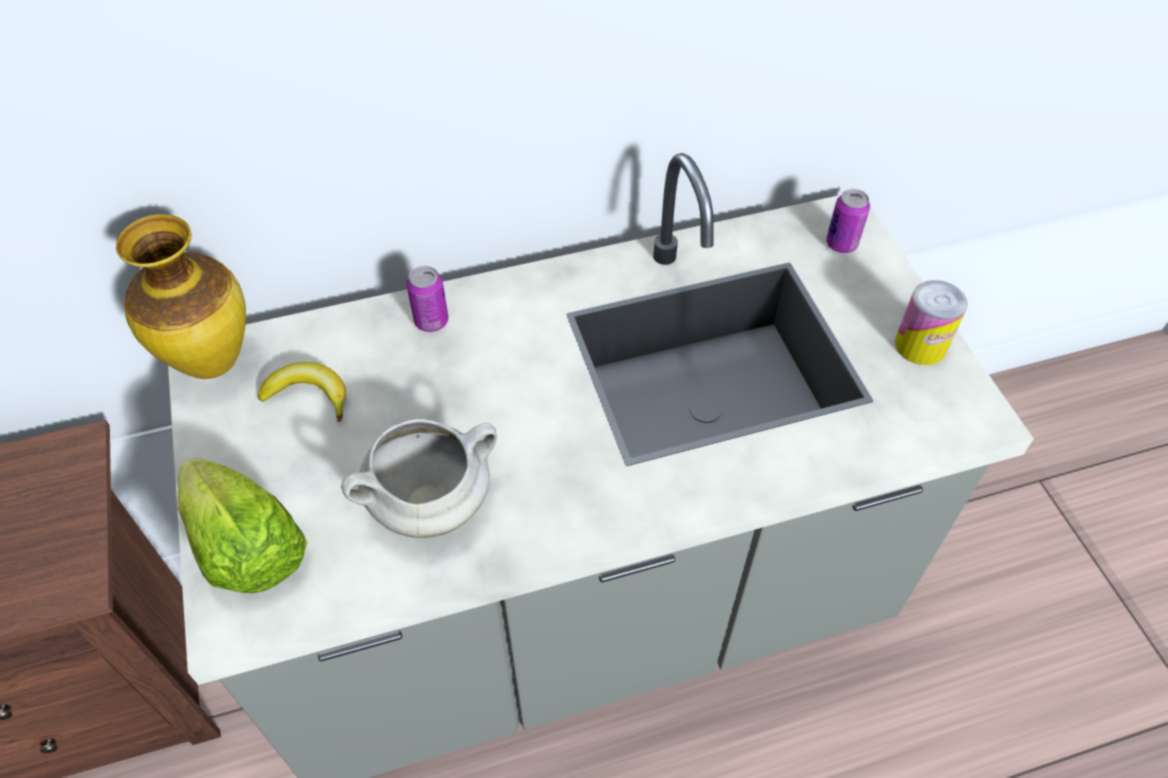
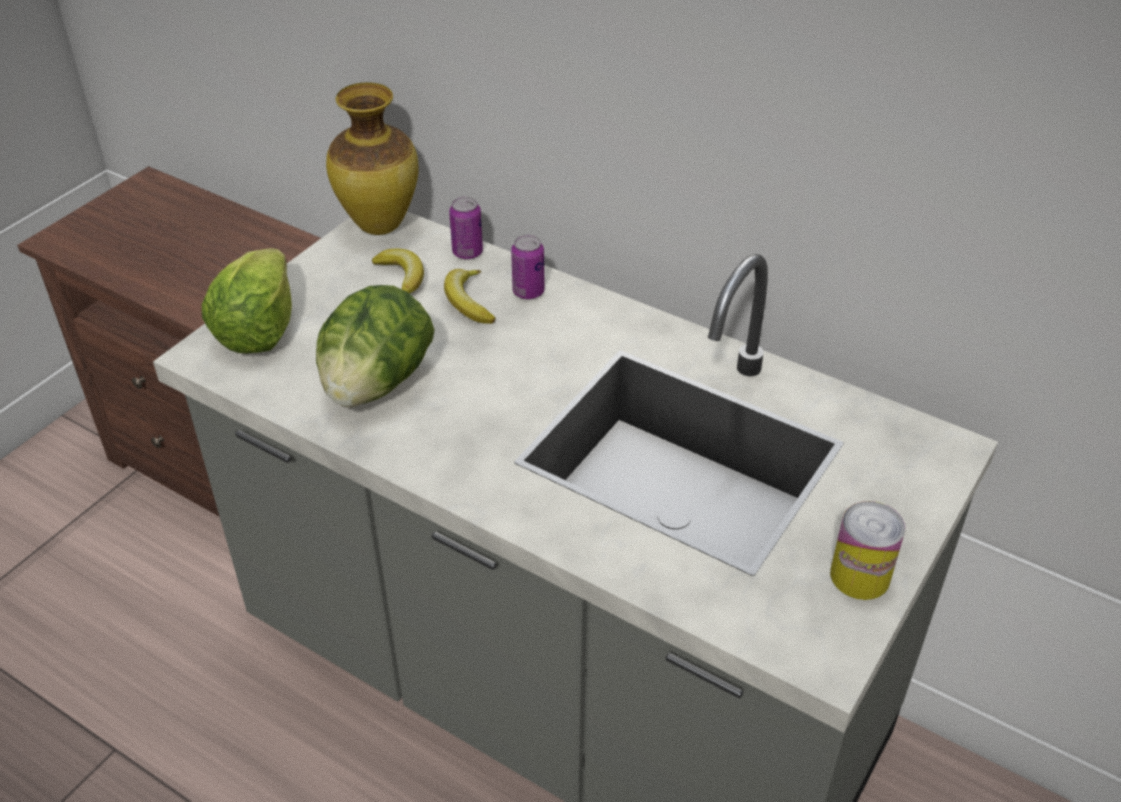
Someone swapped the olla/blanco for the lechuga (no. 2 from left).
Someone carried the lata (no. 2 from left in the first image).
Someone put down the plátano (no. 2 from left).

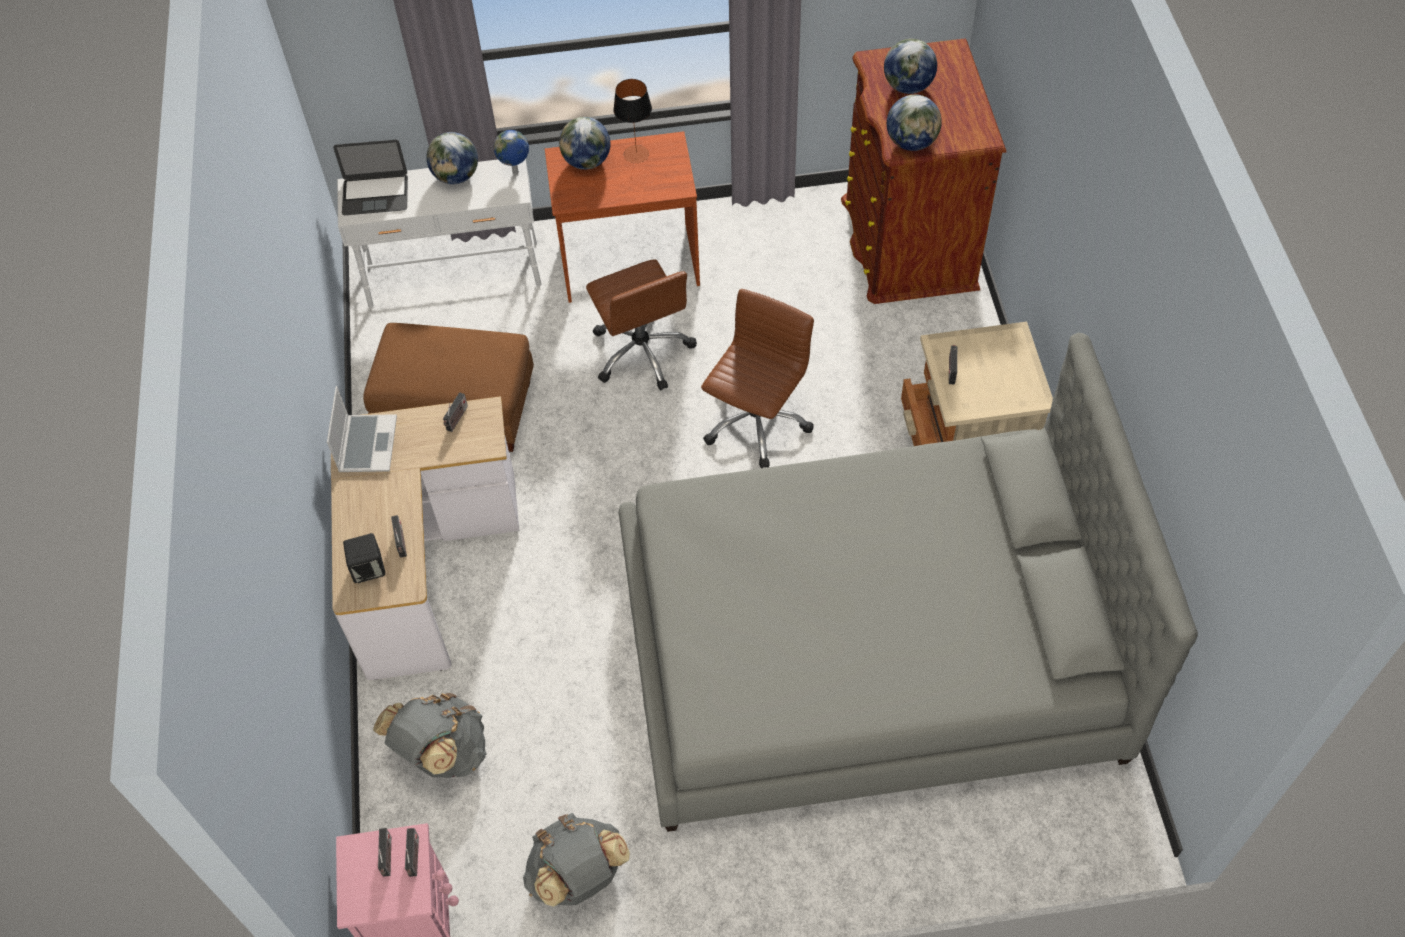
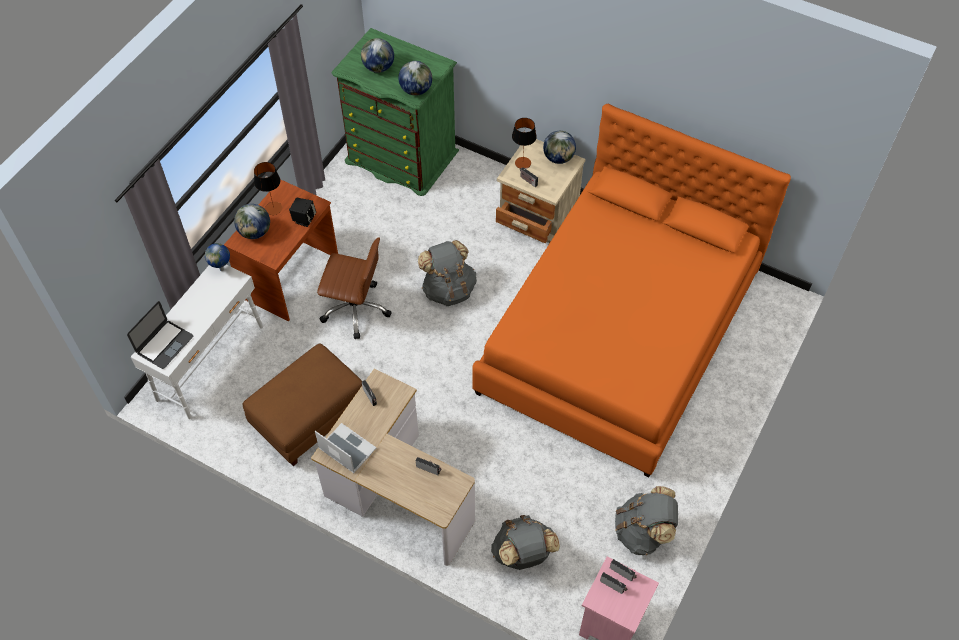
Someone carried the altavoz/negro.
Someone carried the globo terráqueo (no. 1 from left in the first image).
Someone repainted the cama/gris, which became the cama/naranja.
Someone swapped the silla de oficina/marrón (no. 2 from left) for the mochila/gris (no. 1 from left).
Someone repainted the cómoda/marrón, which became the cómoda/verde.
Someone put down the lámpara de mesa (no. 2 from left).

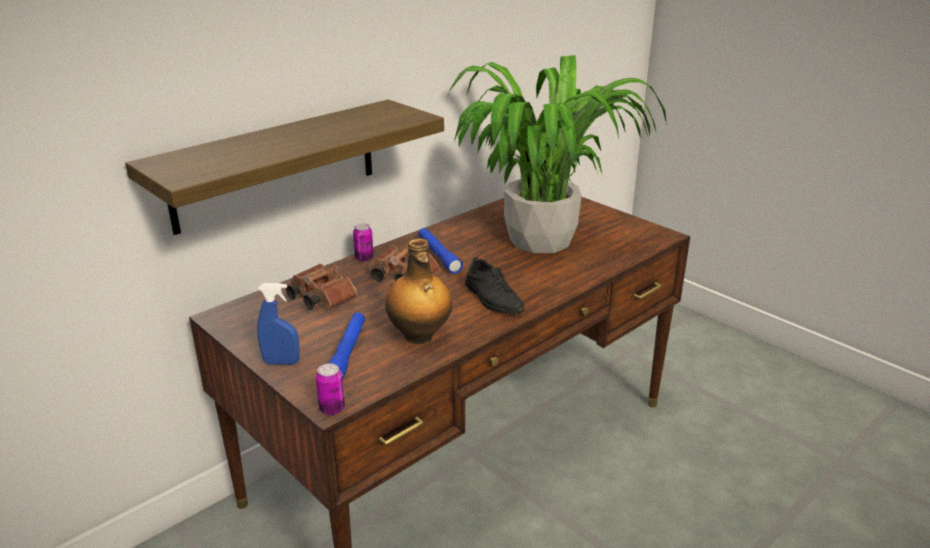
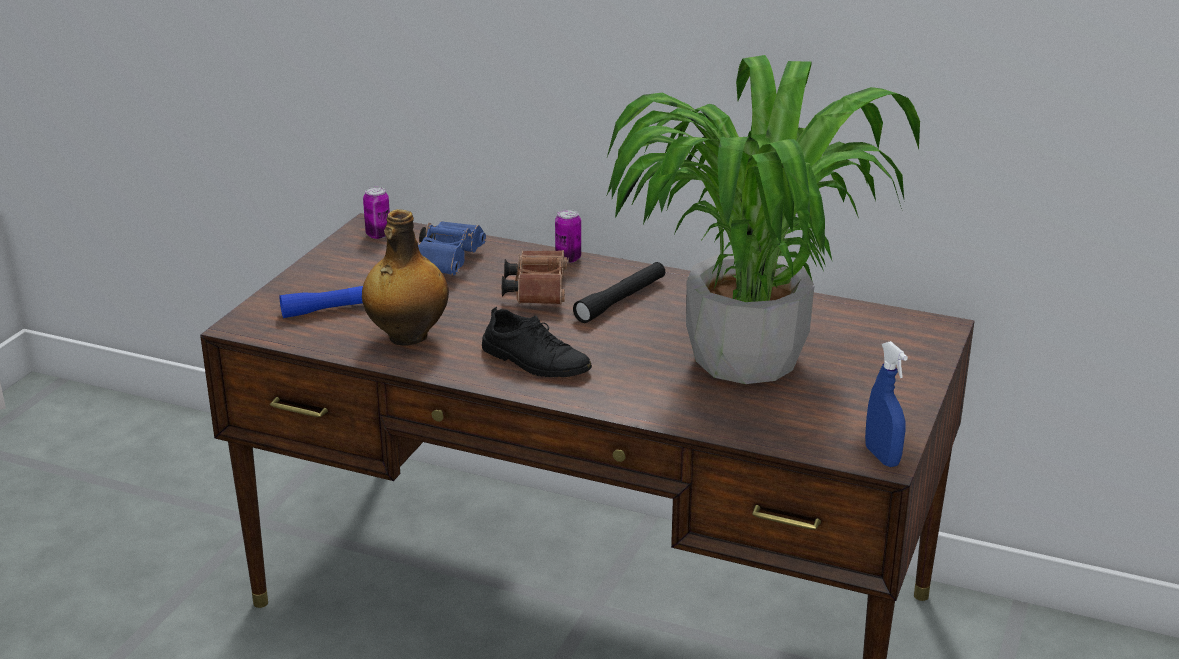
Someone took away the estante.
Someone carried the pulverizador/azul.
Someone repainted the prismáticos/marrón (no. 1 from left), which became the prismáticos/azul.
Someone carried the lata (no. 1 from left).
Someone repainted the linterna/azul (no. 2 from left), which became the linterna/negro.
Someone rotated the zapato/negro by 90 degrees counterclockwise.

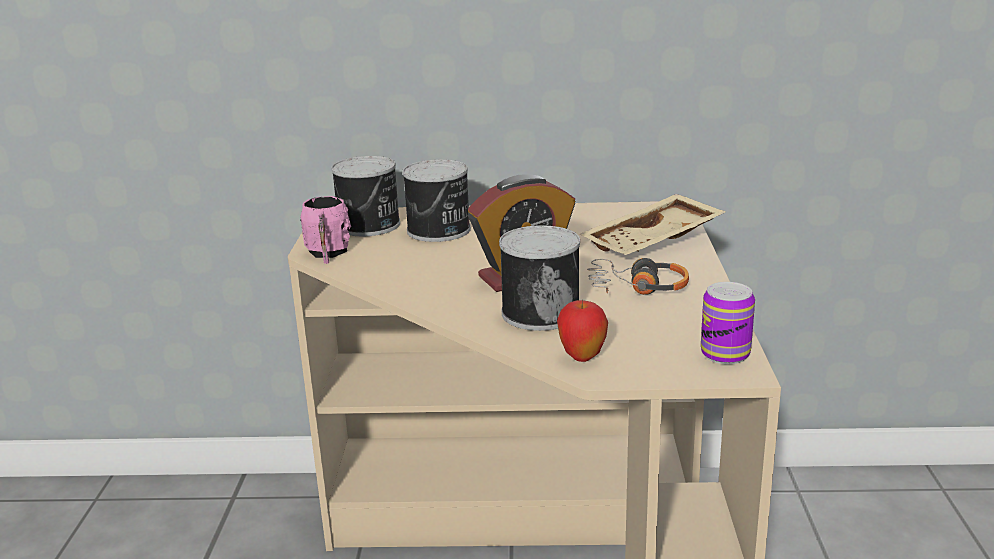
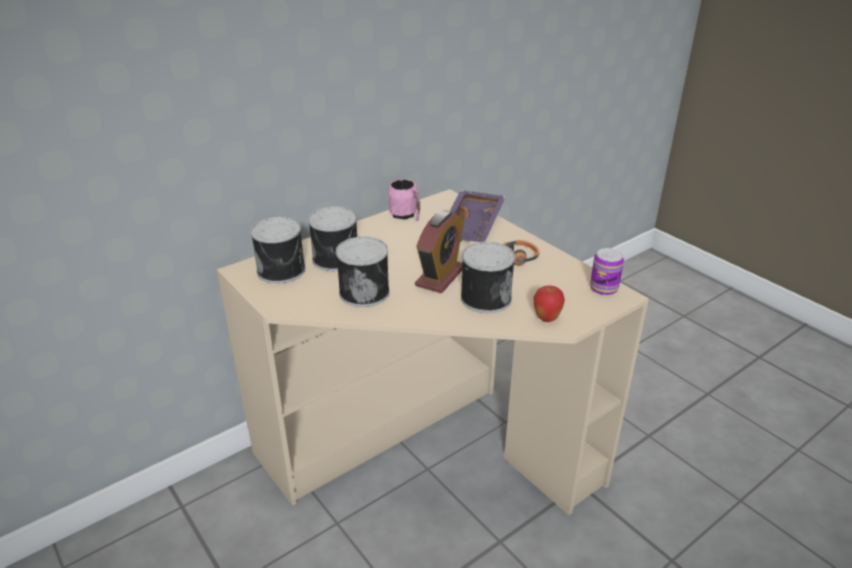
Someone carried the taza grande/rosa.
Someone repainted the bandeja/beis, which became the bandeja/morado.
Someone put down the lata (no. 3 from left).

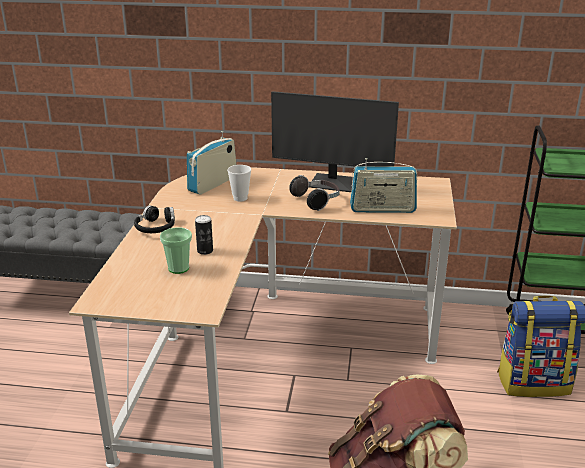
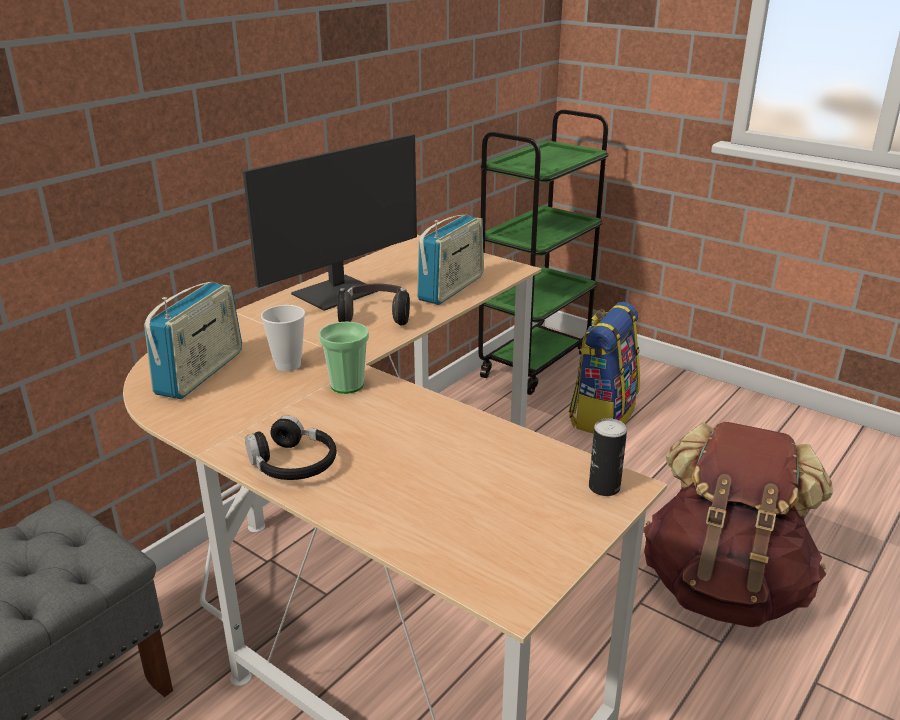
Someone carried the taza (no. 1 from left in the first image).
Someone rotated the radio (no. 1 from left) by 135 degrees counterclockwise.
Someone carried the lata.

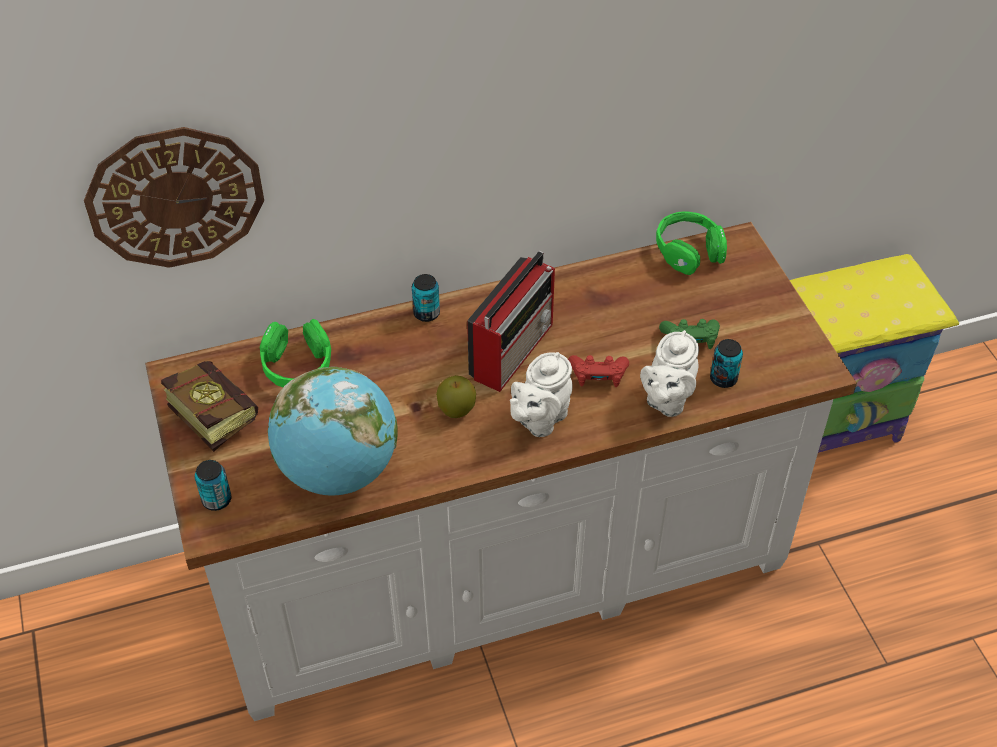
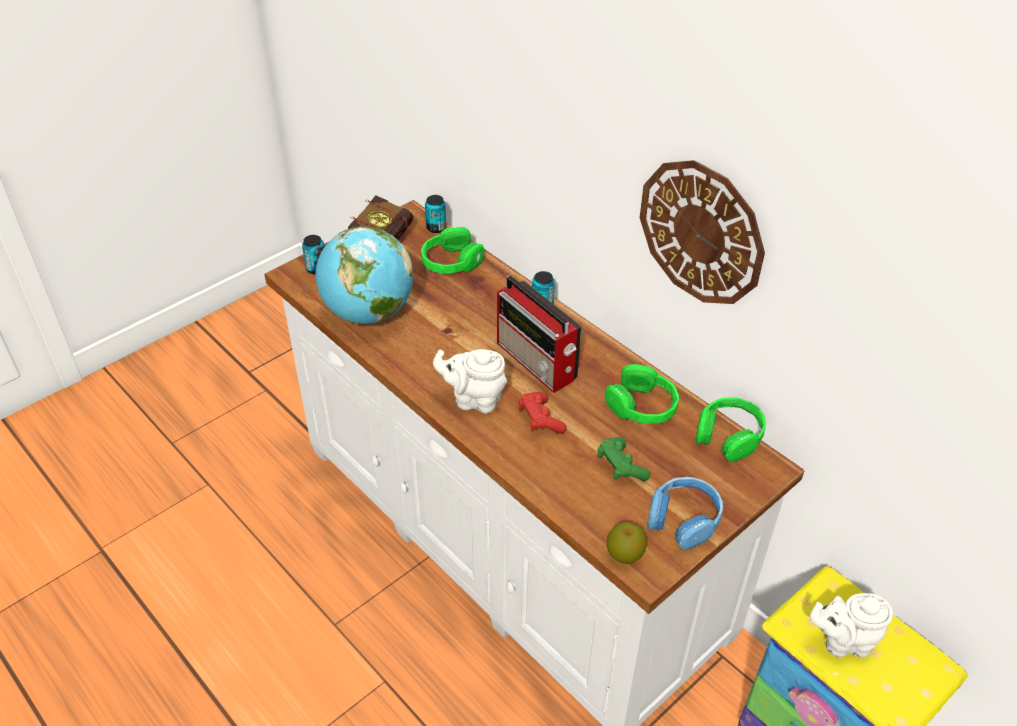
Someone carried the reloj de pared.
Someone carried the manzana.
Someone rotated the radio by 45 degrees clockwise.
Someone carried the tetera/blanco (no. 2 from left).
Someone carried the lata (no. 3 from left in the first image).
Someone put down the auriculares/verde (no. 2 from left).
Someone put down the auriculares/azul.

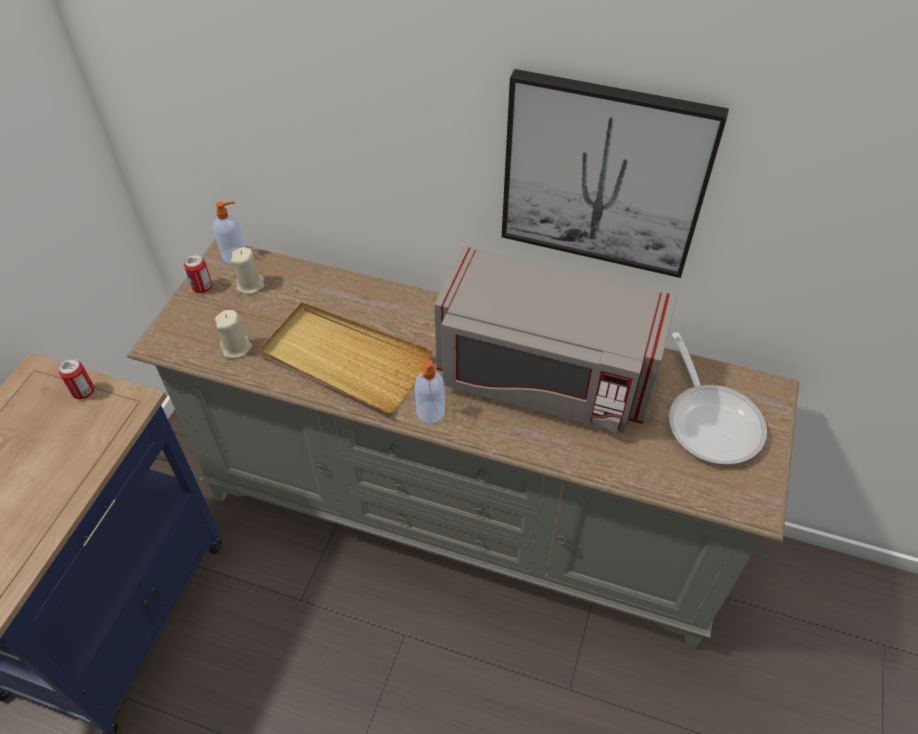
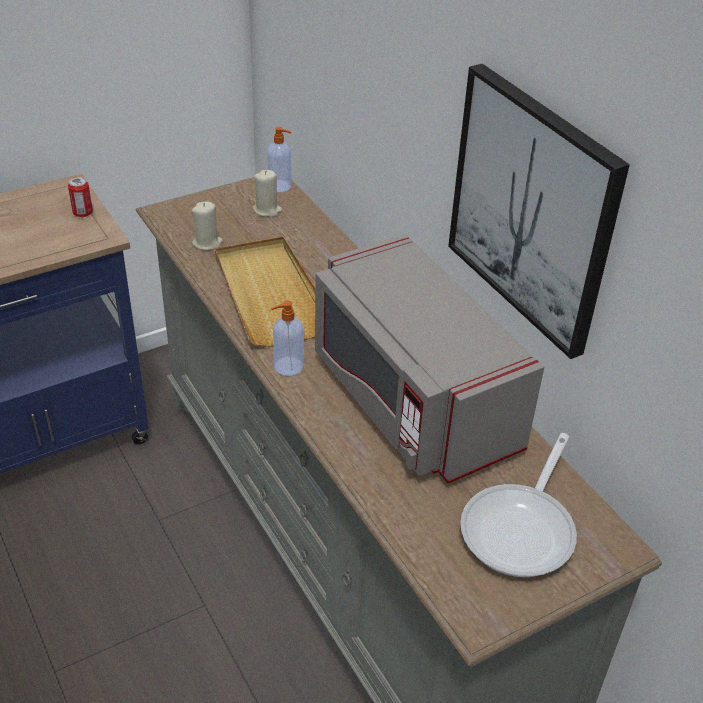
Someone took away the lata (no. 2 from left).

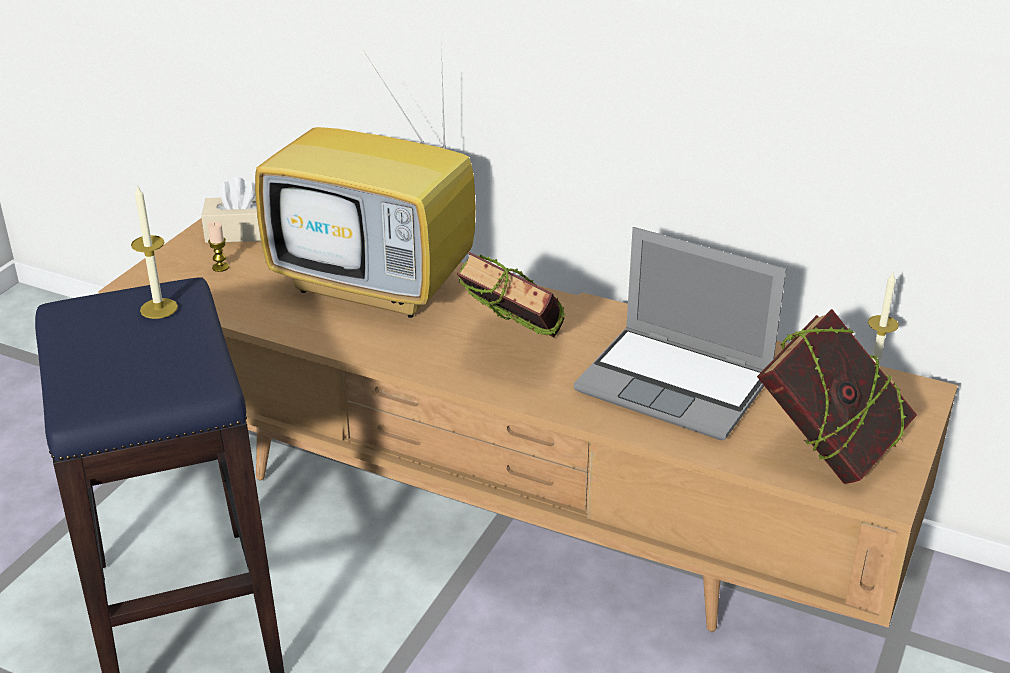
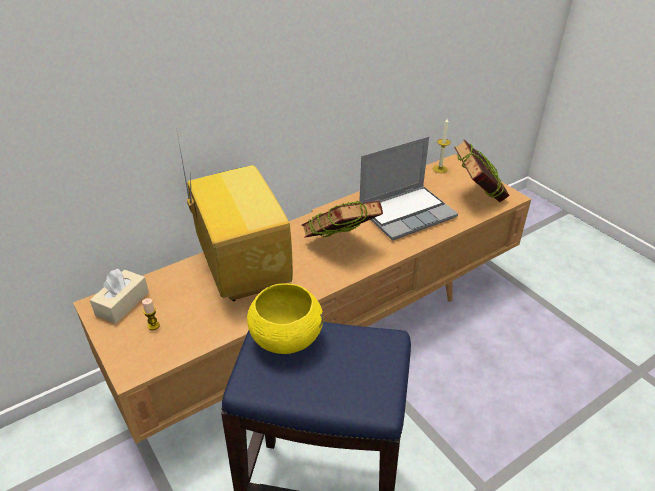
Someone swapped the vela (no. 1 from left) for the cuenco/amarillo.
Someone rotated the televisor by 75 degrees counterclockwise.

